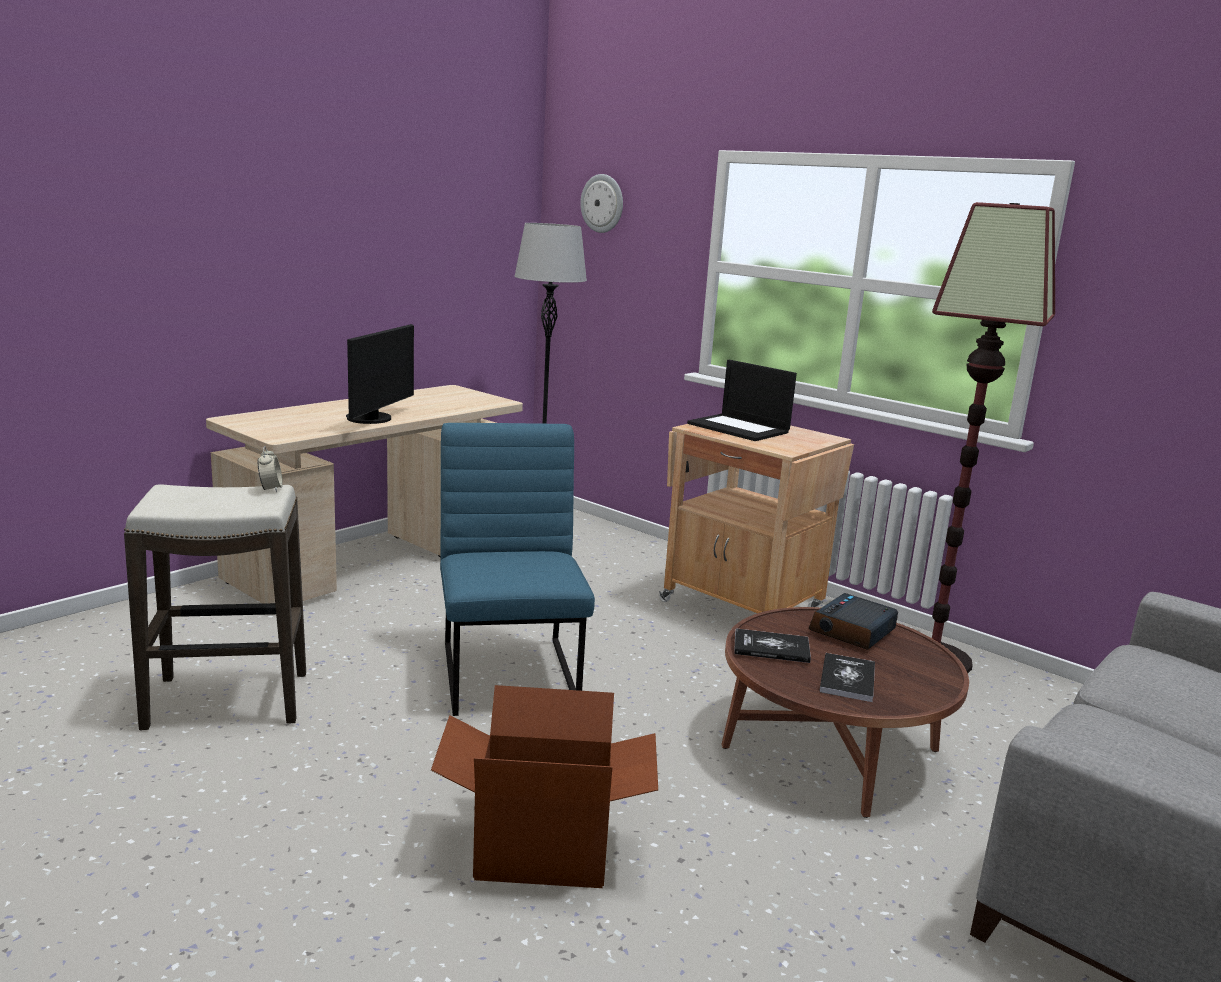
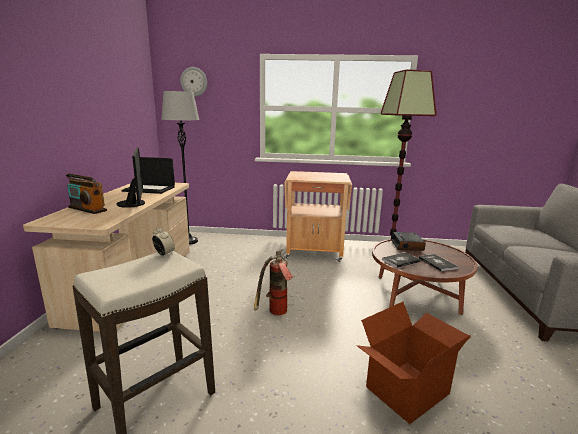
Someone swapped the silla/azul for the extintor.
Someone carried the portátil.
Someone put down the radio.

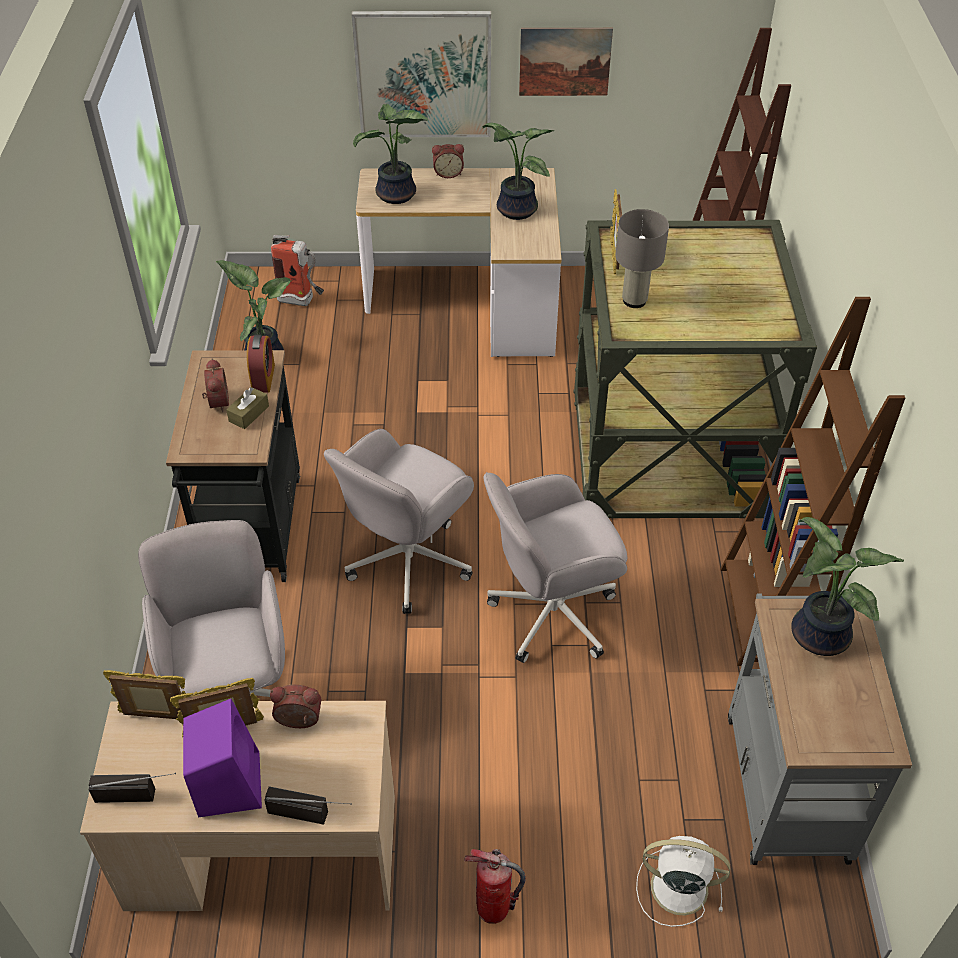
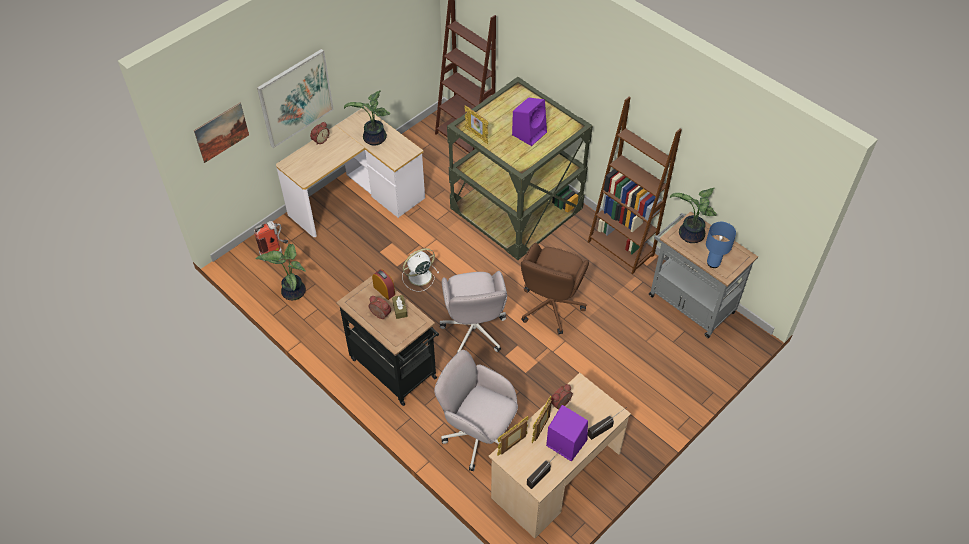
Someone took away the planta en maceta (no. 2 from left).
Someone took away the extintor (no. 2 from left).
Someone repainted the silla de oficina/gris (no. 3 from left), which became the silla de oficina/marrón.
Someone carried the cuadro (no. 2 from left in the first image).
Someone took away the lámpara de mesa/gris.
Someone carried the ventilador/blanco.
Someone put down the altavoz/morado (no. 1 from left).
Someone put down the lámpara de mesa/azul.

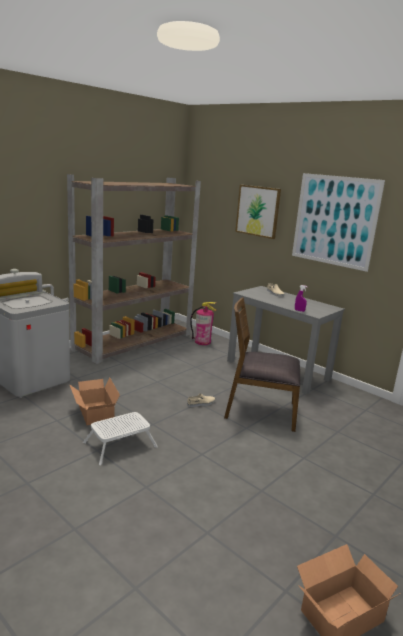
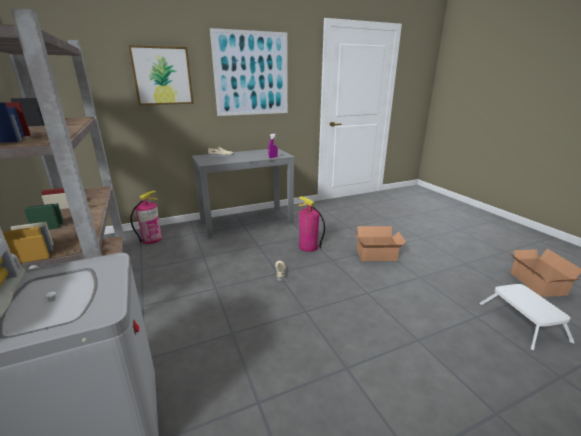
Someone carried the caja de cartón (no. 1 from left).
Someone carried the escalera de tijera/blanco.
Someone swapped the silla/marrón for the extintor (no. 2 from left).

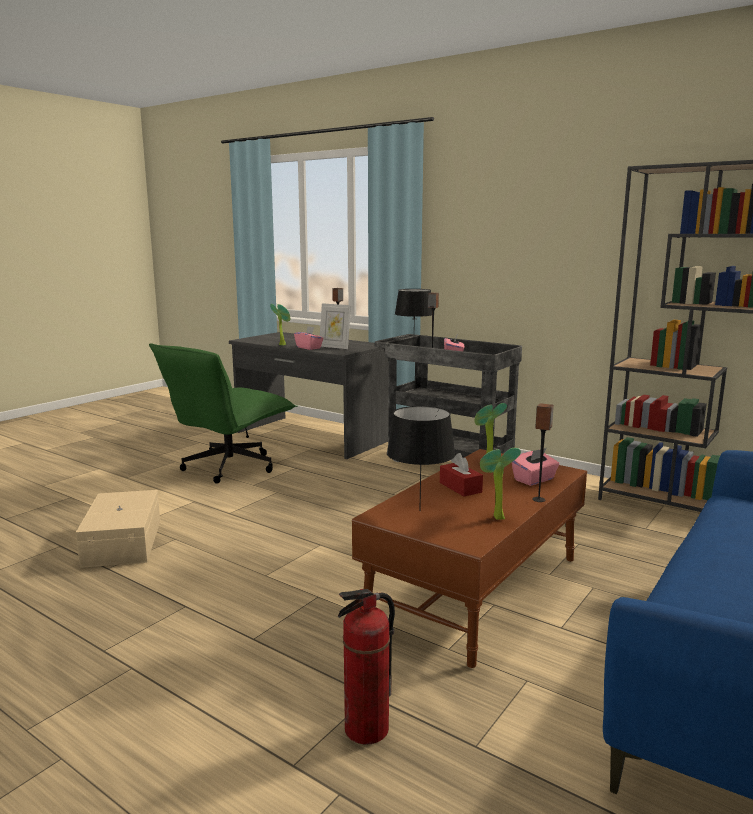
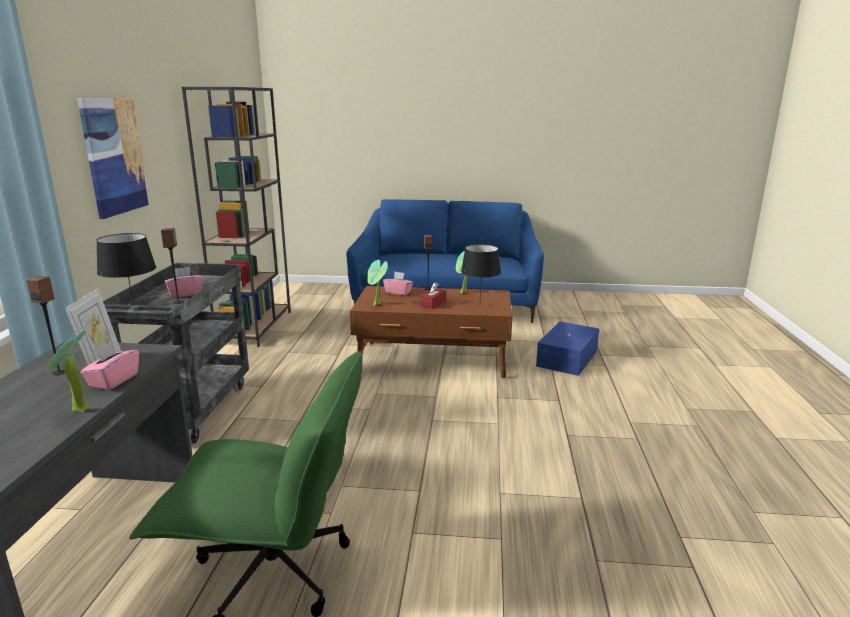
Someone took away the caja de almacenaje/beis.
Someone swapped the extintor for the caja de almacenaje/azul.
Someone put up the cuadro.

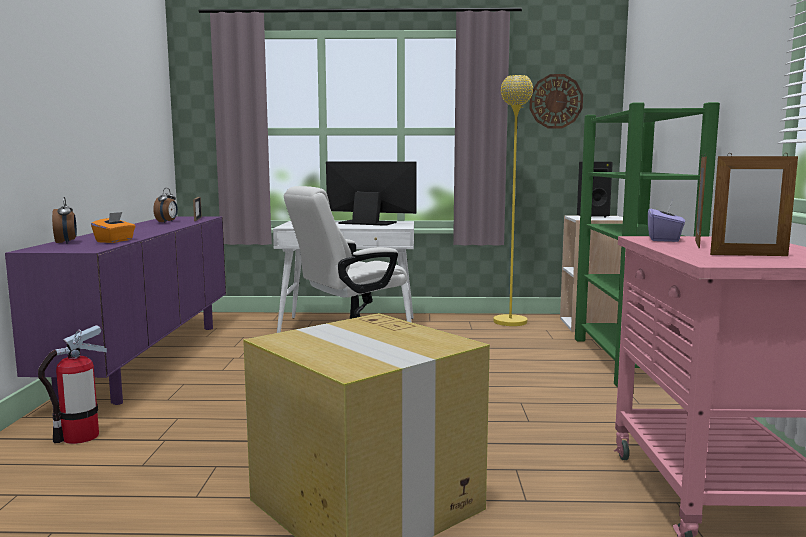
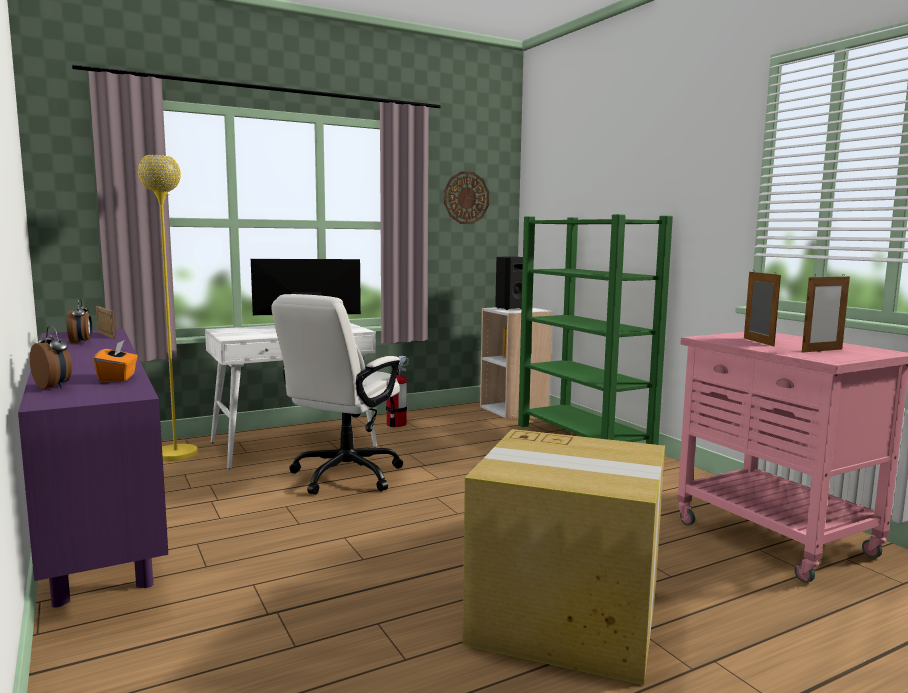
Someone carried the extintor.
Someone carried the lámpara de pie/amarillo.
Someone took away the caja de pañuelos/morado.

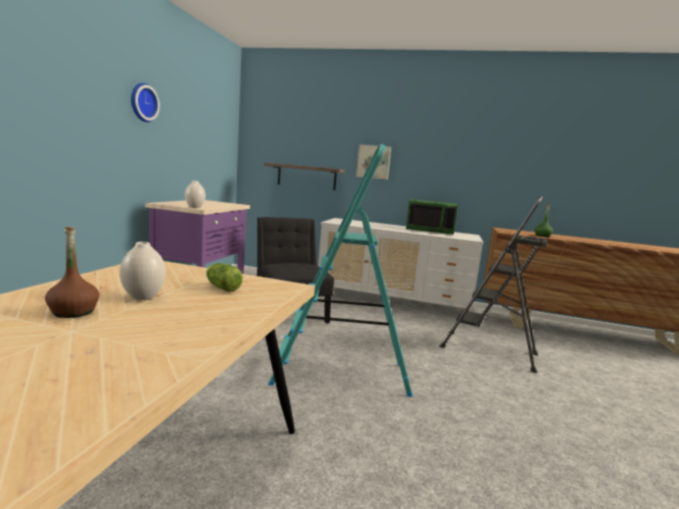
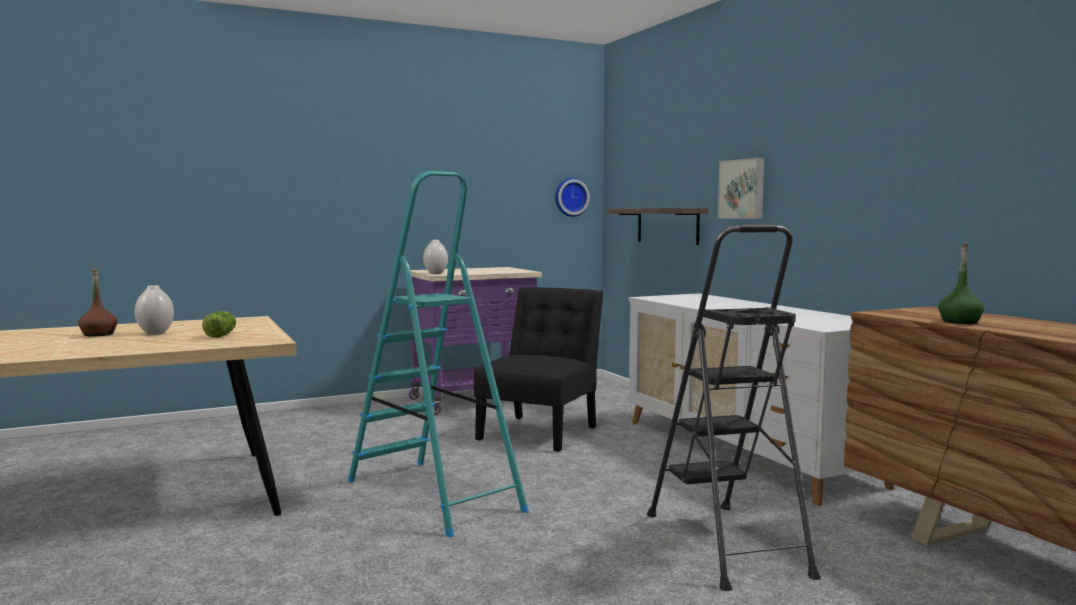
Someone carried the reloj de pared.
Someone took away the microondas/verde.

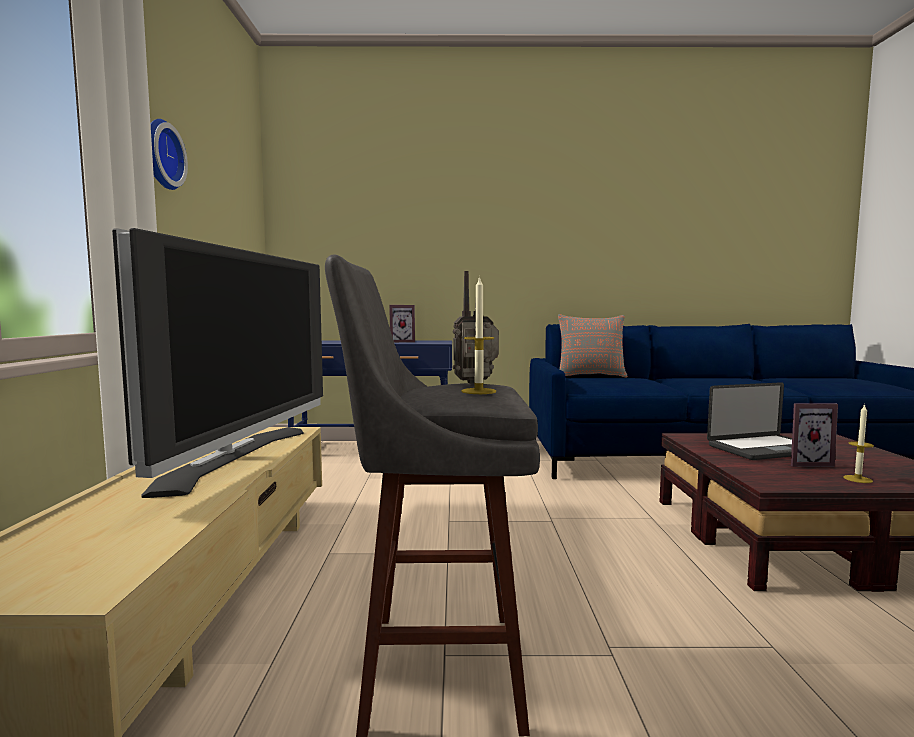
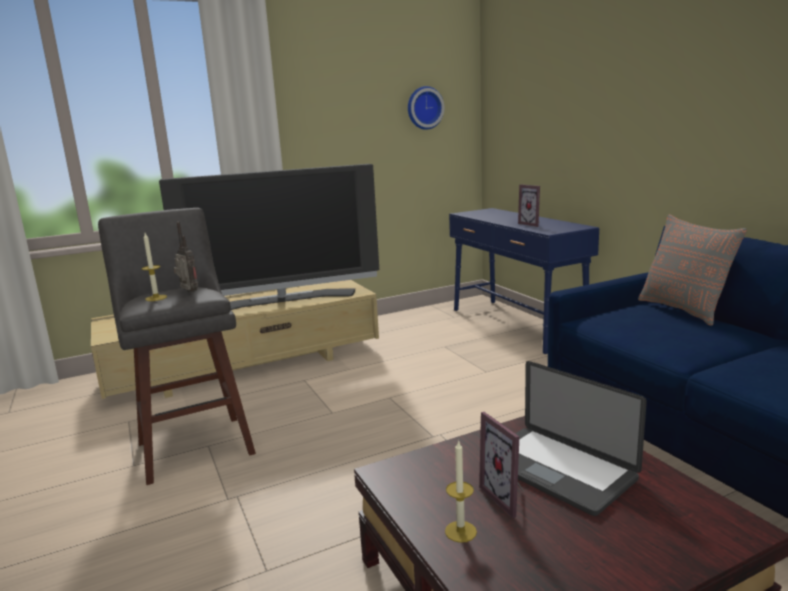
Someone carried the reloj de pared.

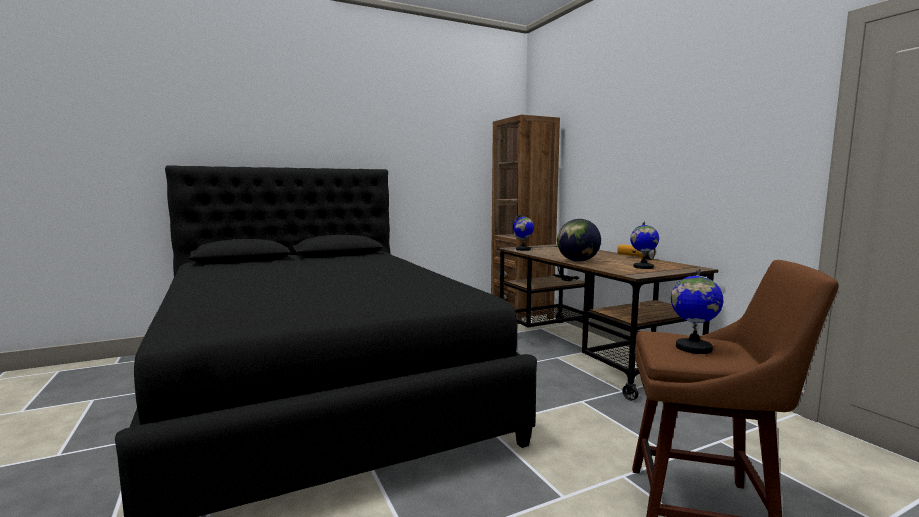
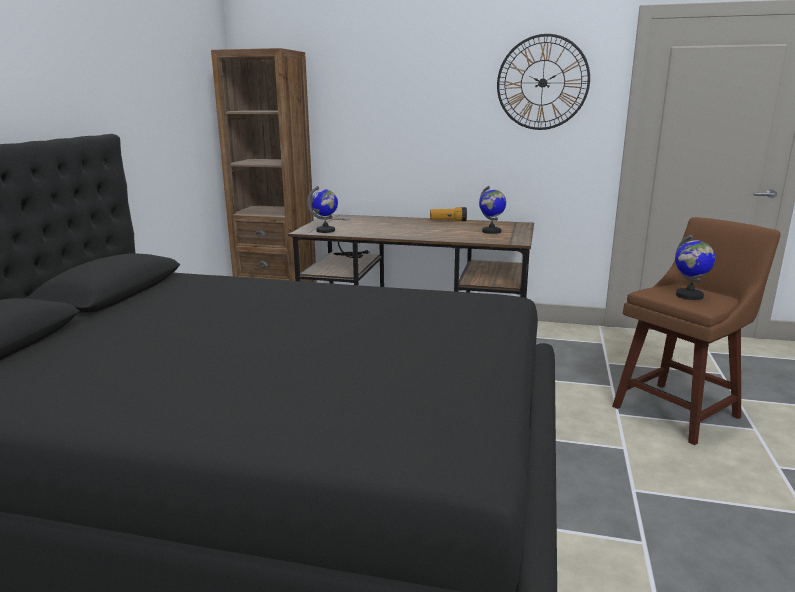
Someone took away the globo terráqueo (no. 2 from left).
Someone put up the reloj de pared.

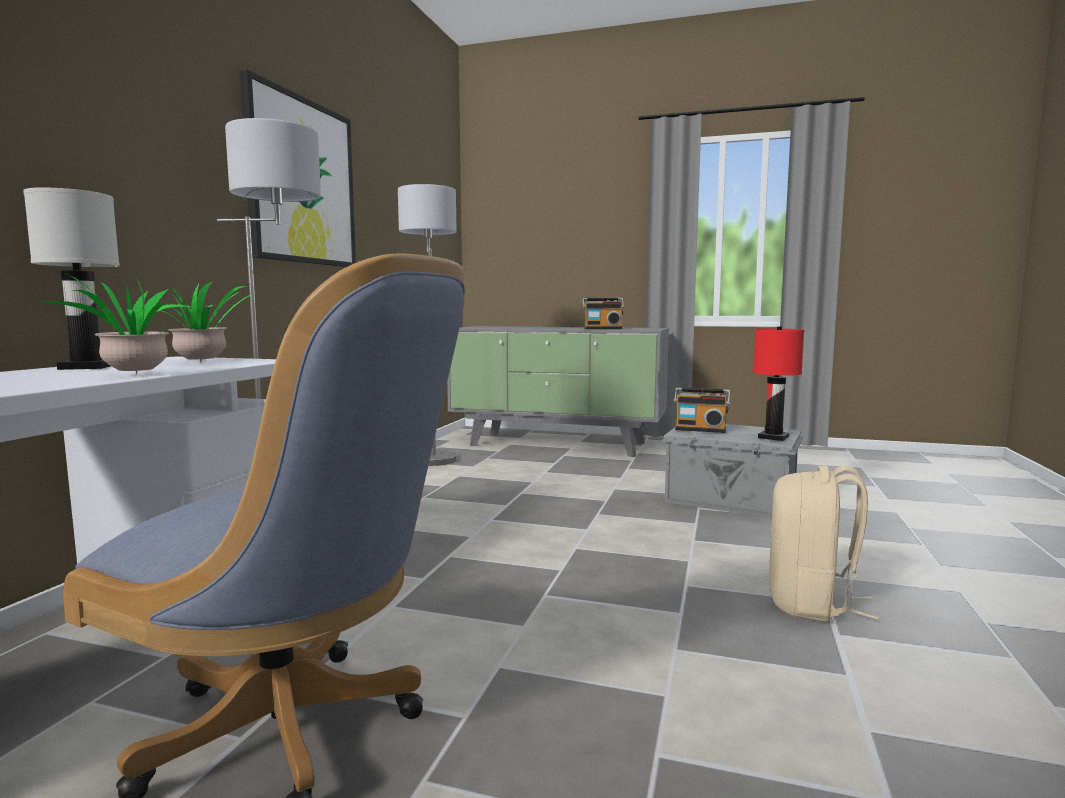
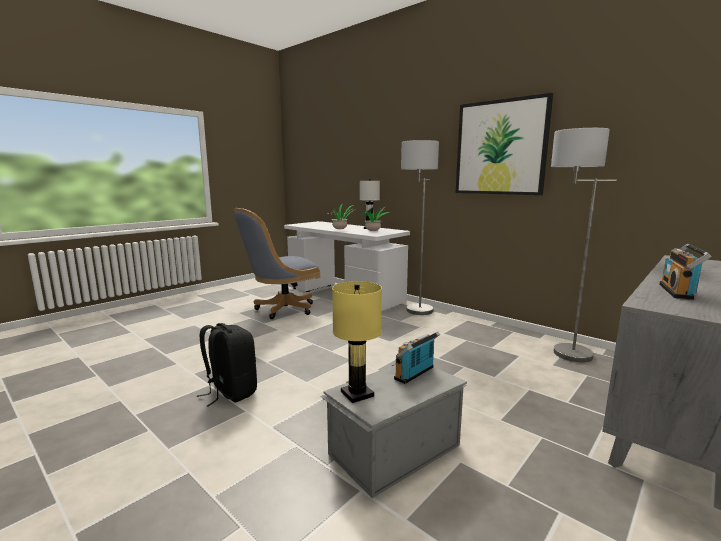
Someone repainted the lámpara de mesa/rojo, which became the lámpara de mesa/amarillo.
Someone repainted the mochila/beis, which became the mochila/negro.

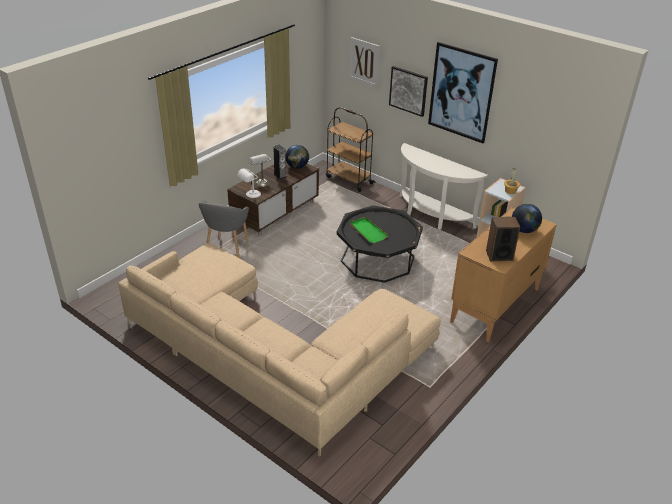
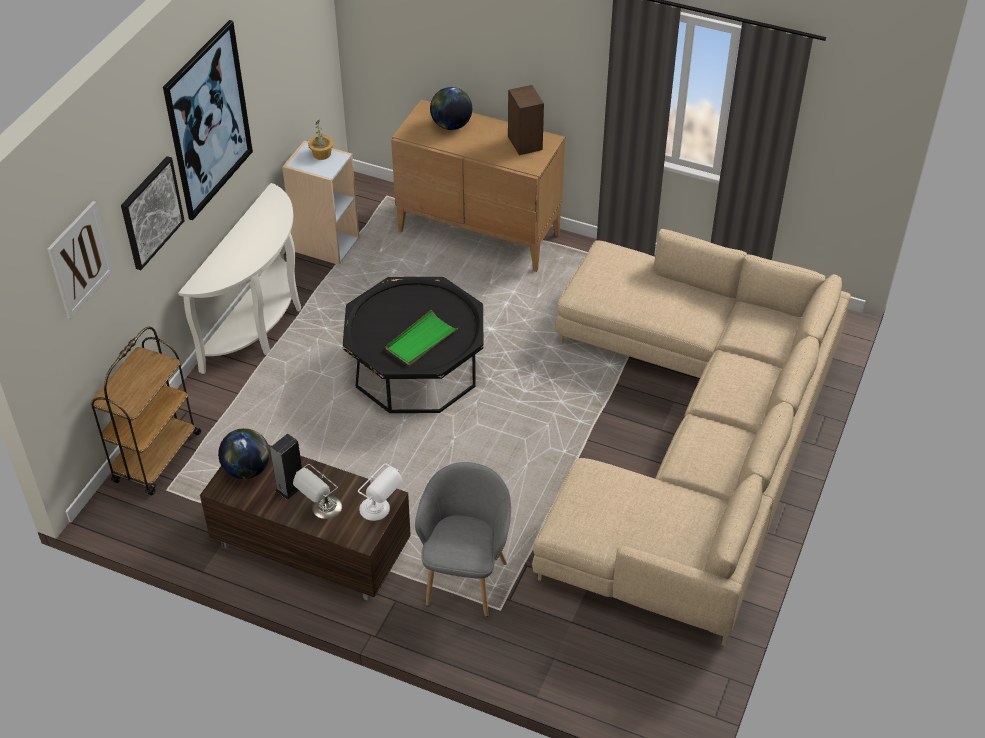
Someone rotated the sillón/gris by 75 degrees counterclockwise.

